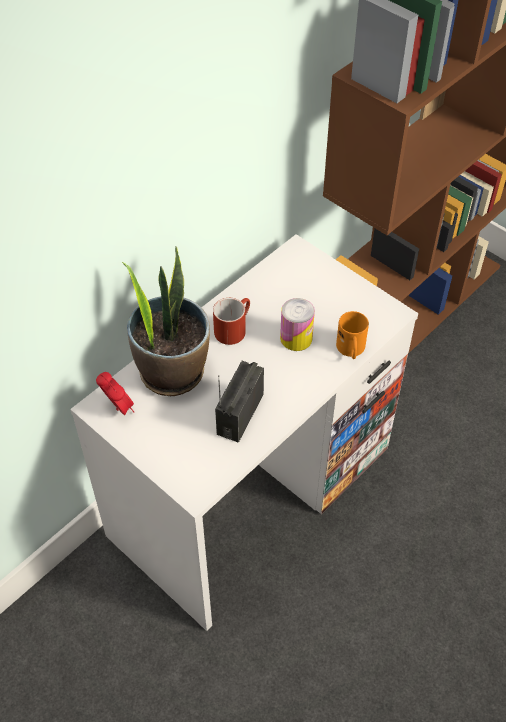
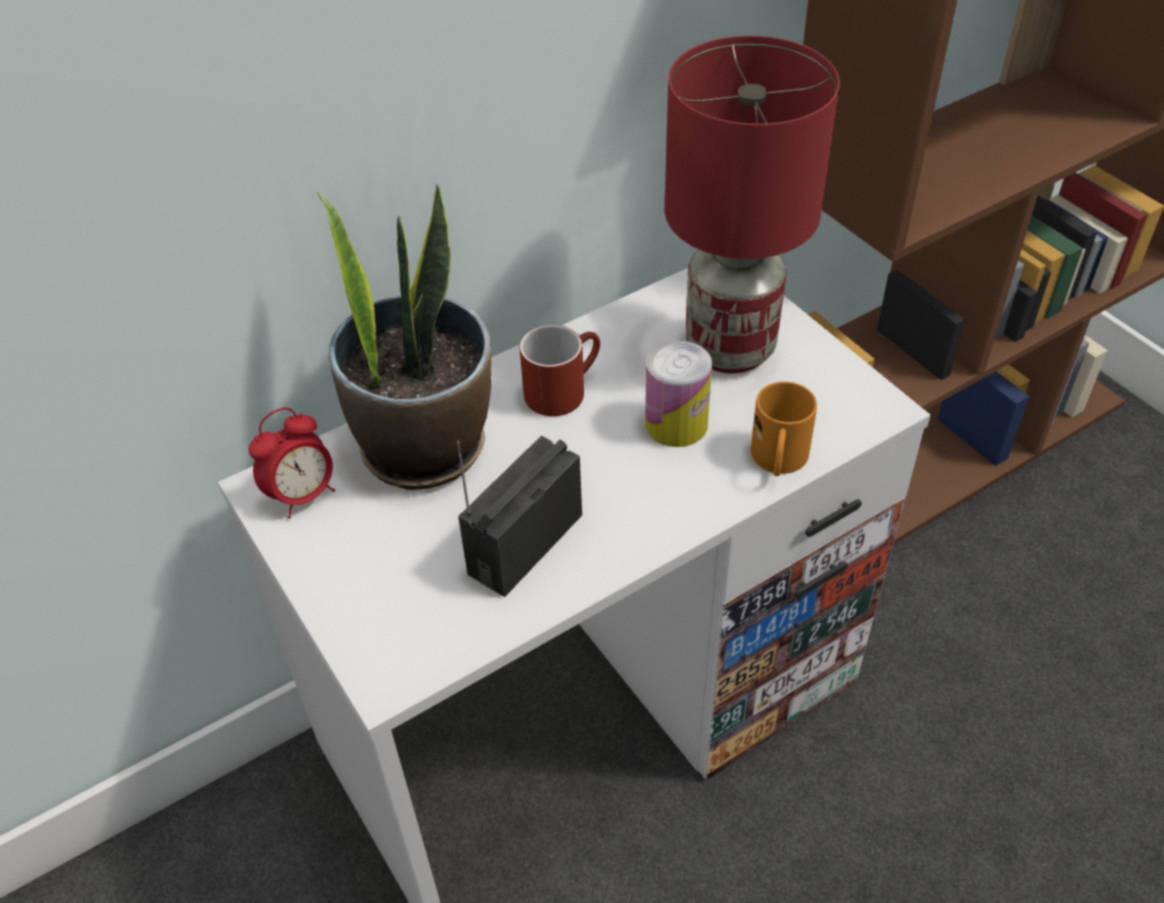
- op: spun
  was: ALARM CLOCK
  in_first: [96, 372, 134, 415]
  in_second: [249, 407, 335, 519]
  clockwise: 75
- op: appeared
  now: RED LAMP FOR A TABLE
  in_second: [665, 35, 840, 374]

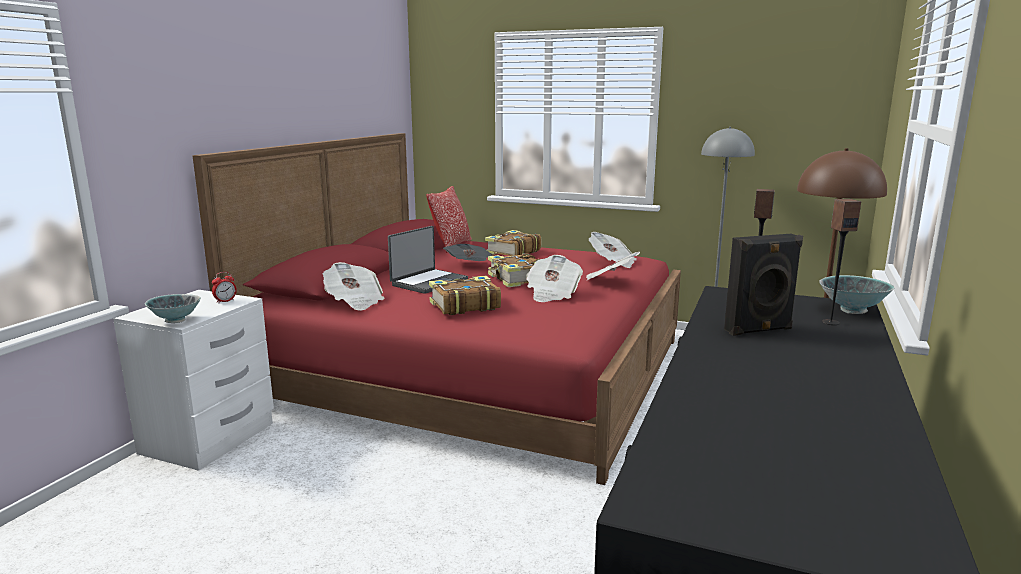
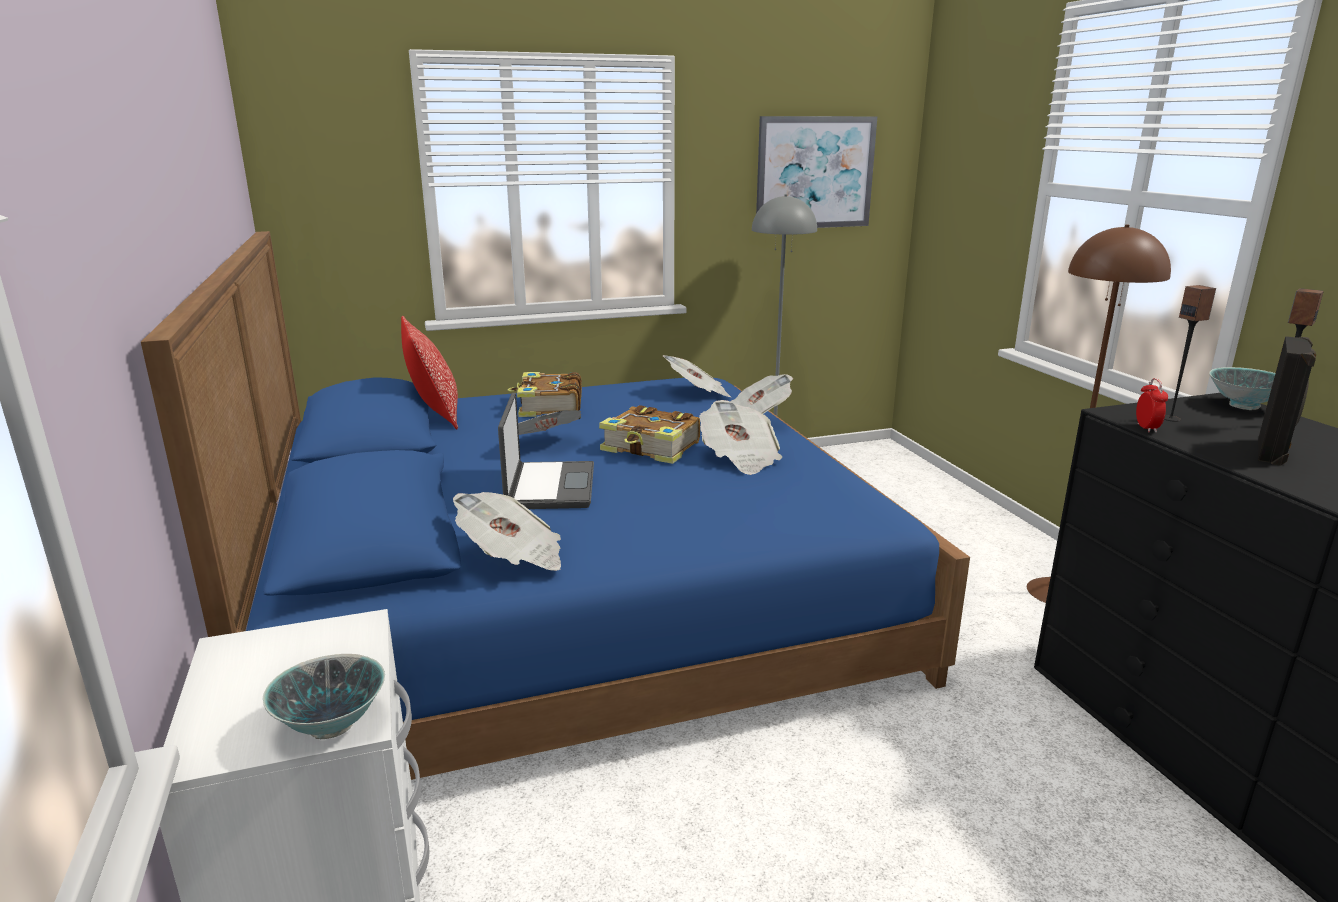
- op: colour
  was: RED SLEEPING BED
  now: BLUE-COLOURED SLEEPING BED
  in_first: [192, 133, 681, 485]
  in_second: [141, 231, 970, 780]
- op: appeared
  now: WALL ART
  in_second: [756, 116, 877, 228]
- op: relocated
  was: ALARM CLOCK
  in_first: [212, 272, 237, 303]
  in_second: [1136, 378, 1168, 433]
- op: missing
  was: BOOK
  in_first: [429, 276, 501, 315]

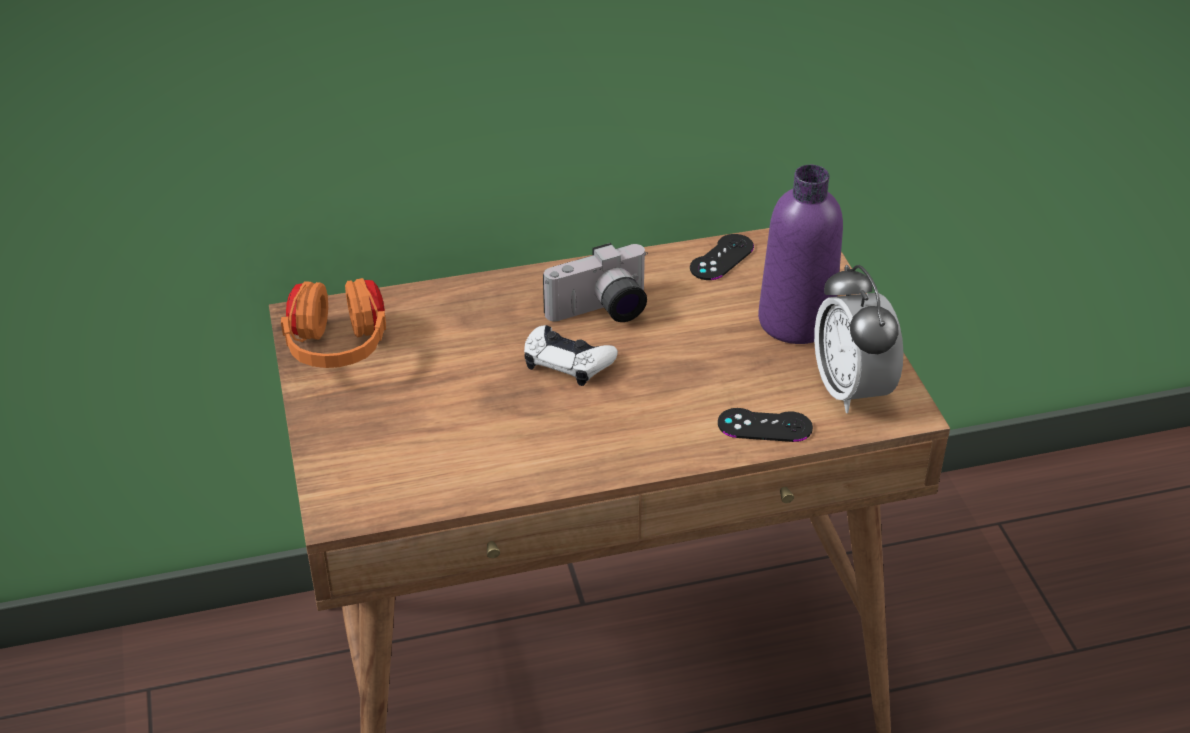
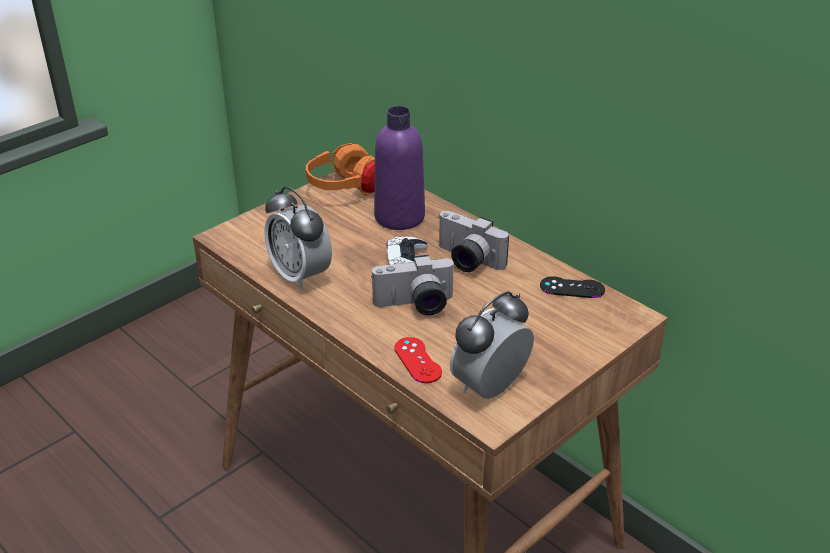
- op: appeared
  now: ALARM CLOCK
  in_second: [264, 186, 332, 290]
- op: appeared
  now: STILL CAMERA
  in_second: [371, 255, 456, 315]
- op: relocated
  was: PURPLE-COLOURED BEVERAGE BOTTLE
  in_first: [758, 165, 843, 344]
  in_second: [374, 106, 425, 230]
- op: colour
  was: BLACK GAMEPAD
  now: RED GAMEPAD
  in_first: [718, 408, 813, 442]
  in_second: [394, 337, 442, 383]

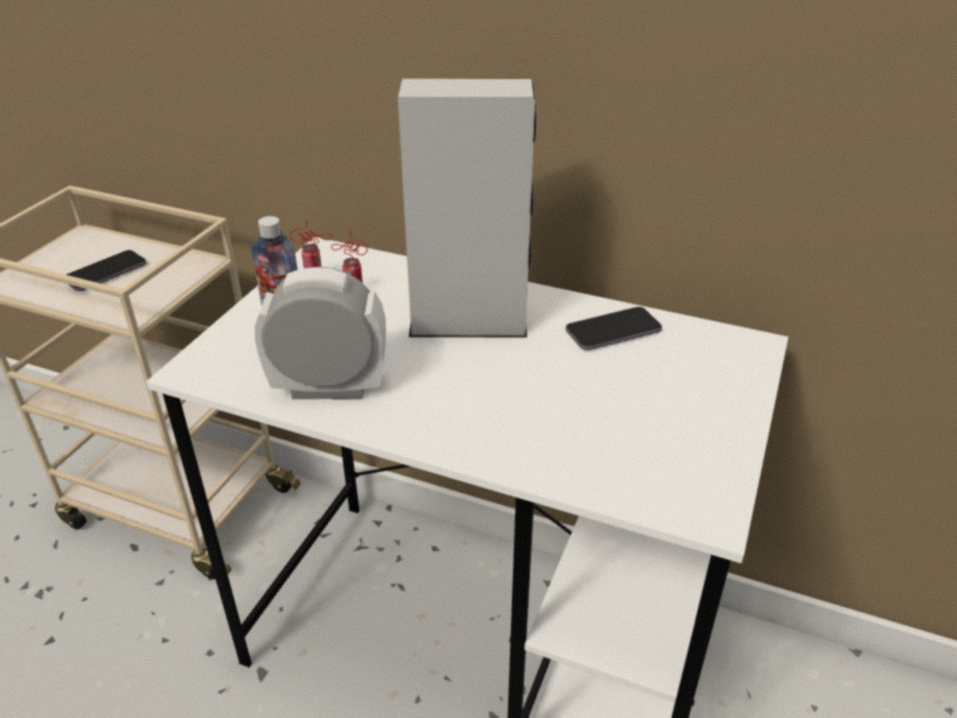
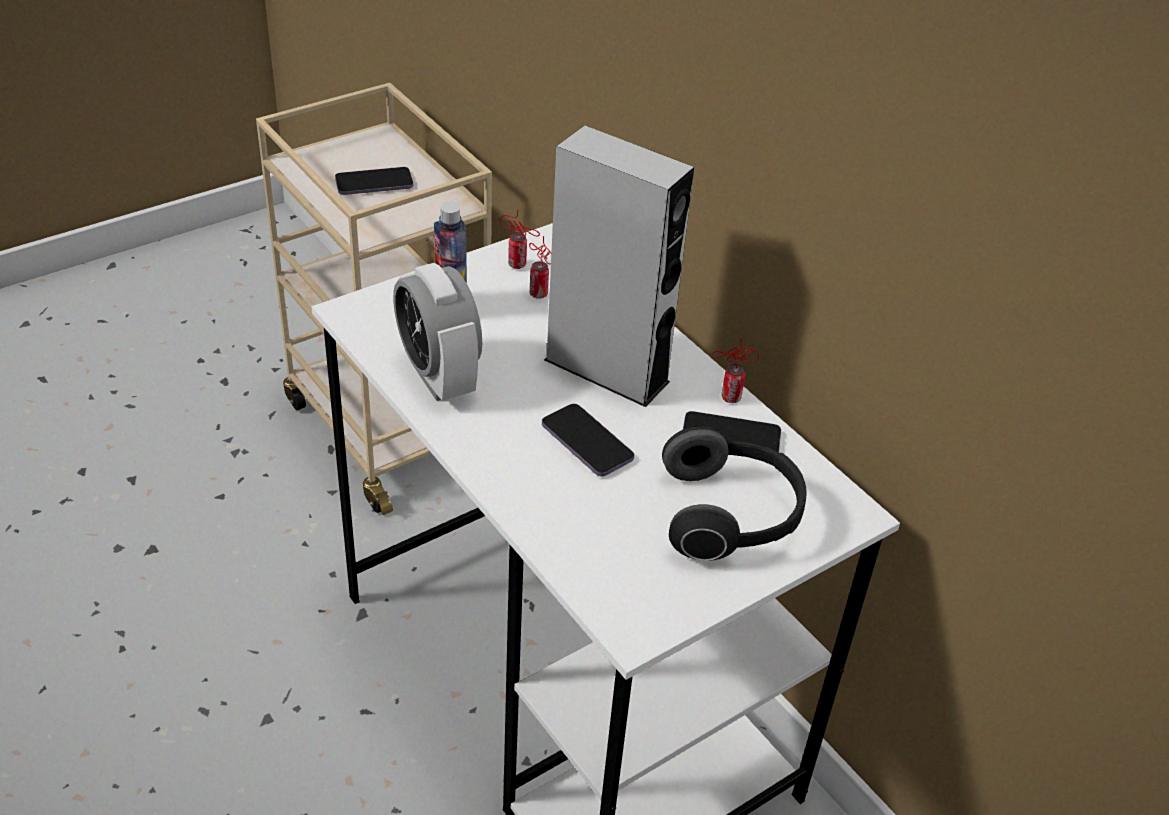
- op: spun
  was: ALARM CLOCK
  in_first: [255, 266, 386, 399]
  in_second: [393, 263, 482, 401]
  clockwise: -150
- op: appeared
  now: TELEPHONE
  in_second: [542, 404, 634, 476]
- op: appeared
  now: HEADSET
  in_second: [662, 426, 807, 561]
- op: appeared
  now: CAN
  in_second: [712, 338, 759, 403]

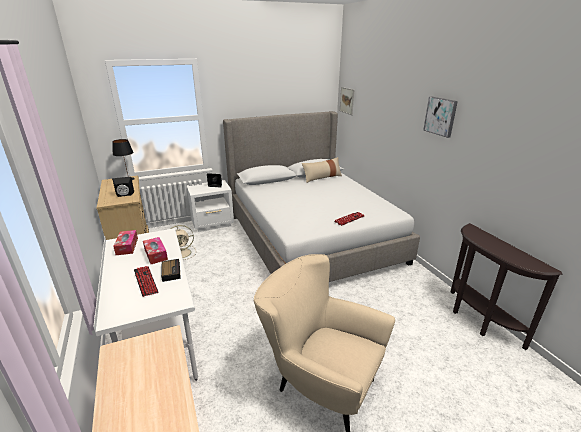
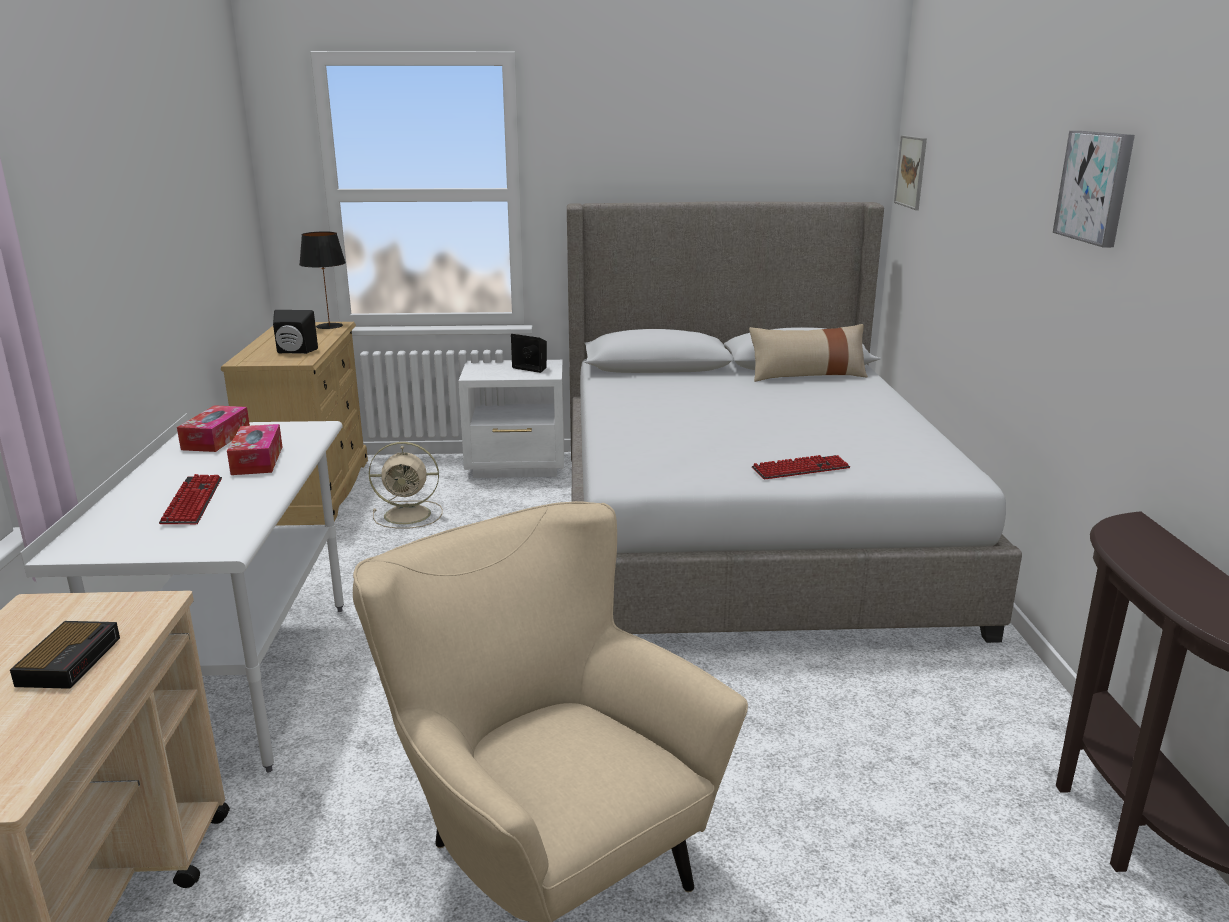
- op: relocated
  was: ALARM CLOCK
  in_first: [161, 259, 181, 282]
  in_second: [10, 621, 120, 689]

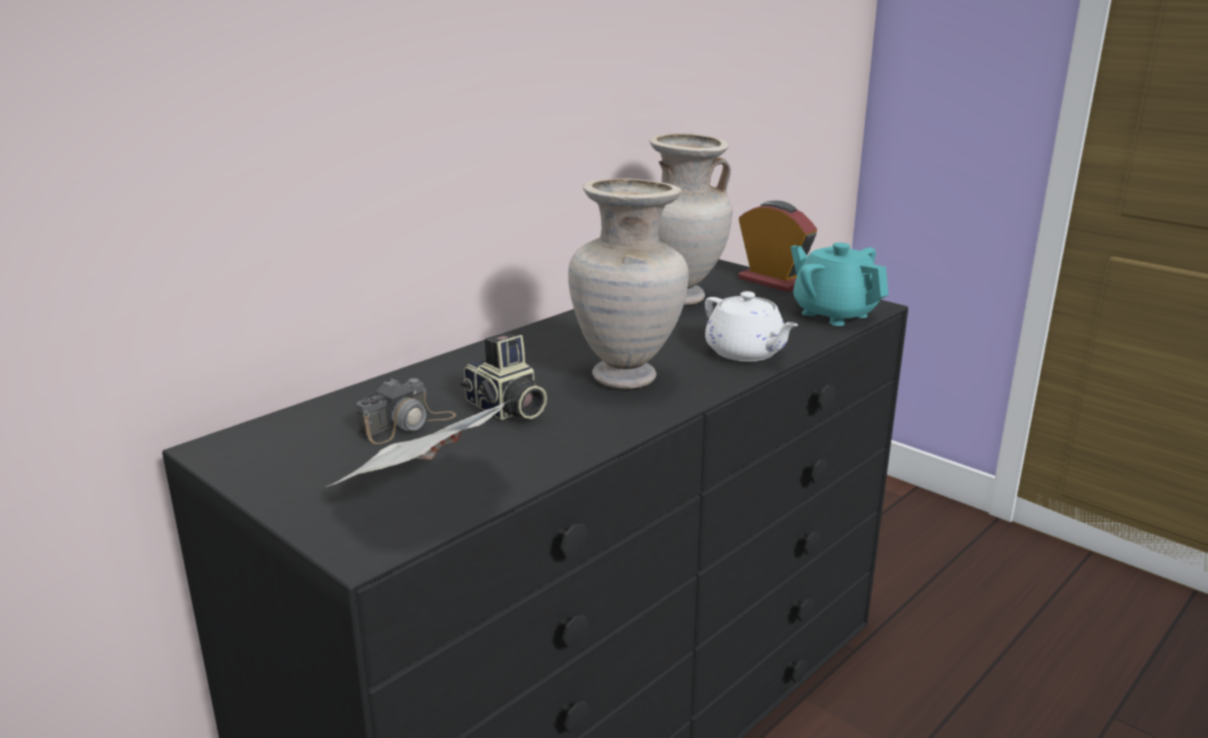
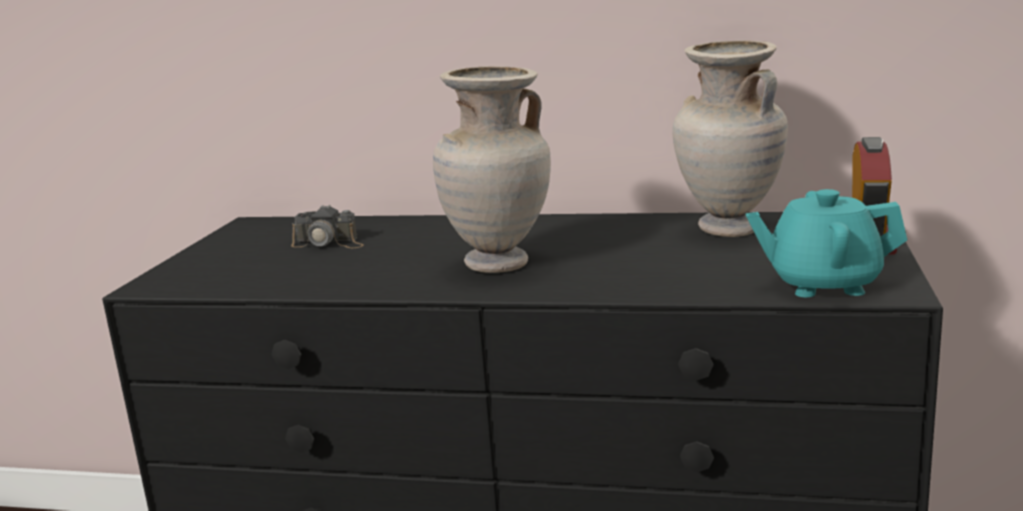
- op: spun
  was: BLUE-GREEN TEAPOT
  in_first: [791, 243, 889, 326]
  in_second: [745, 189, 907, 297]
  clockwise: -105
- op: missing
  was: PRINTED PAPER
  in_first: [326, 398, 516, 487]
- op: missing
  was: STILL CAMERA
  in_first: [461, 333, 547, 420]
- op: missing
  was: WHITISH TEAPOT
  in_first: [705, 291, 798, 362]

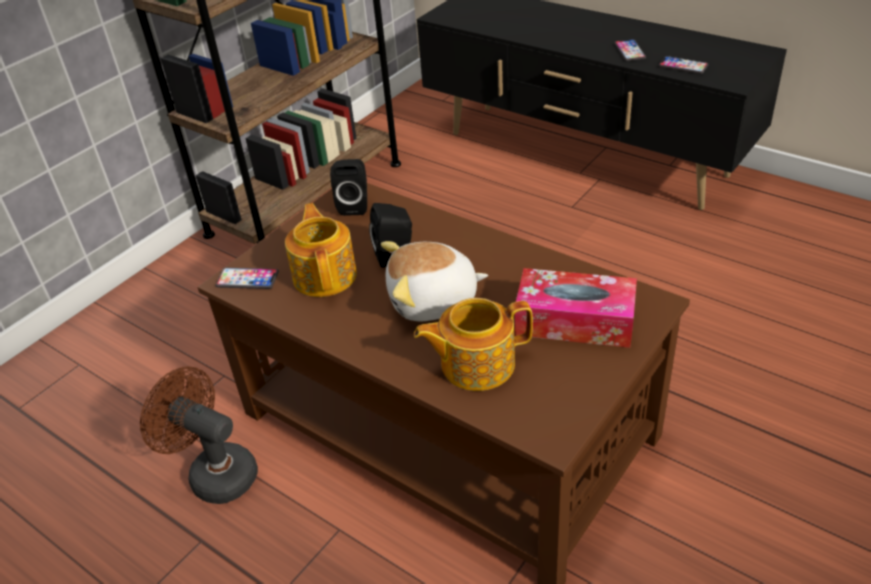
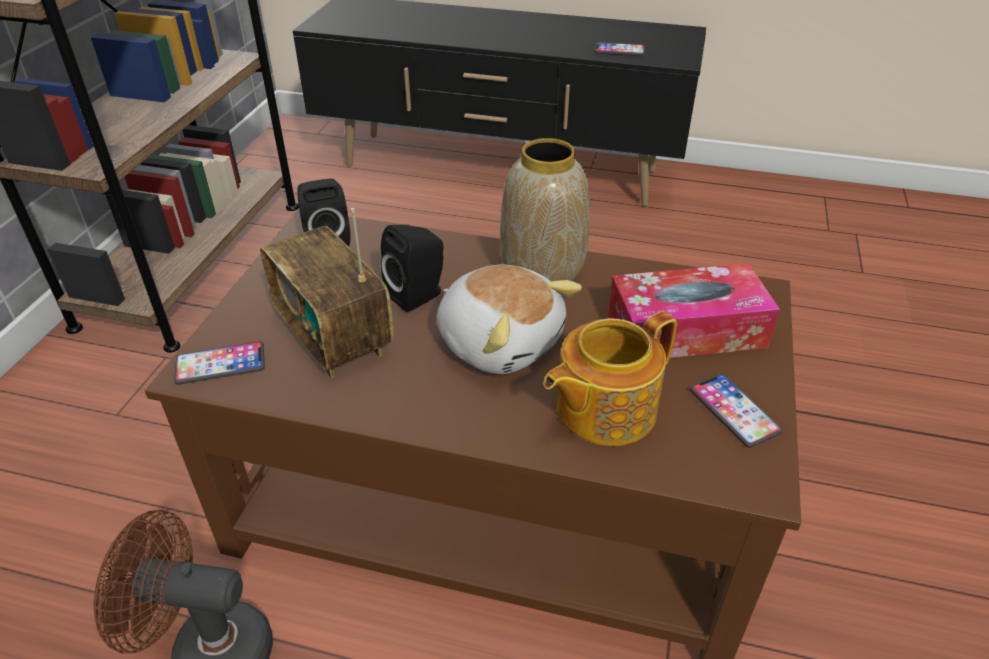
- op: exchanged
  was: TEAPOT
  now: RADIO RECEIVER
  in_first: [285, 203, 357, 297]
  in_second: [260, 208, 394, 378]
- op: spun
  was: CUDDLY TOY
  in_first: [381, 241, 488, 321]
  in_second: [437, 265, 582, 374]
  clockwise: -105
- op: appeared
  now: VASE
  in_second: [500, 138, 590, 282]
- op: relocated
  was: TELEPHONE
  in_first: [614, 39, 646, 61]
  in_second: [690, 374, 783, 448]

